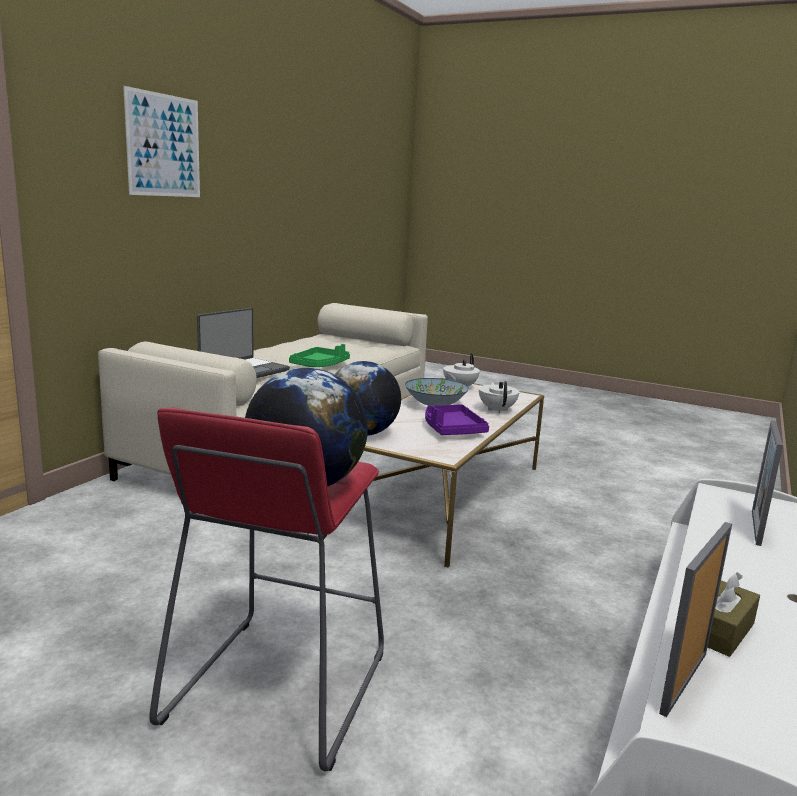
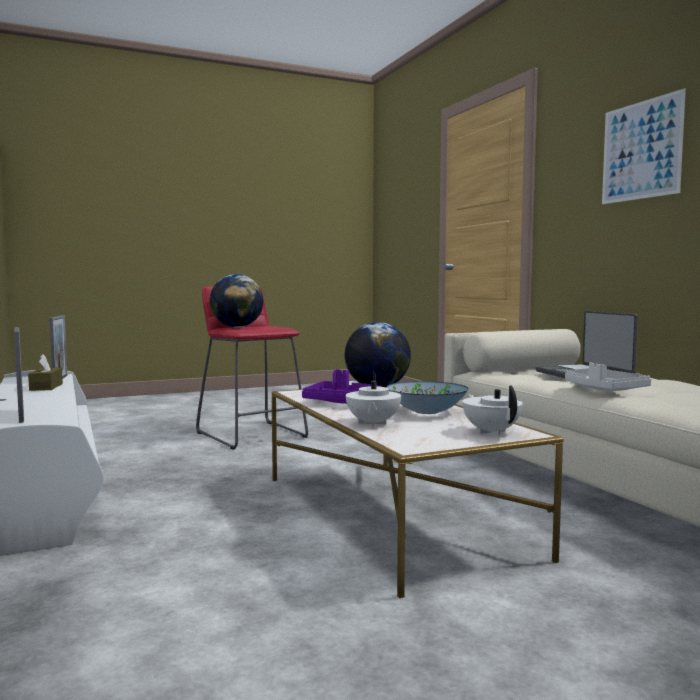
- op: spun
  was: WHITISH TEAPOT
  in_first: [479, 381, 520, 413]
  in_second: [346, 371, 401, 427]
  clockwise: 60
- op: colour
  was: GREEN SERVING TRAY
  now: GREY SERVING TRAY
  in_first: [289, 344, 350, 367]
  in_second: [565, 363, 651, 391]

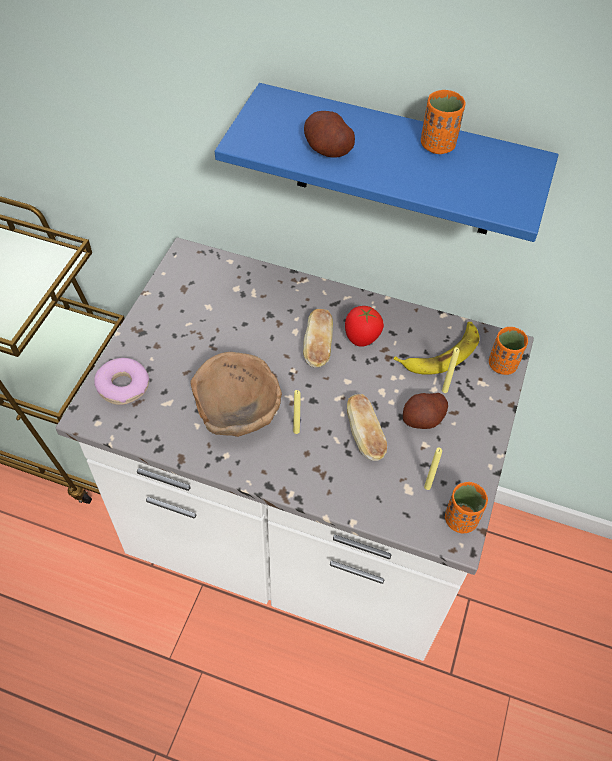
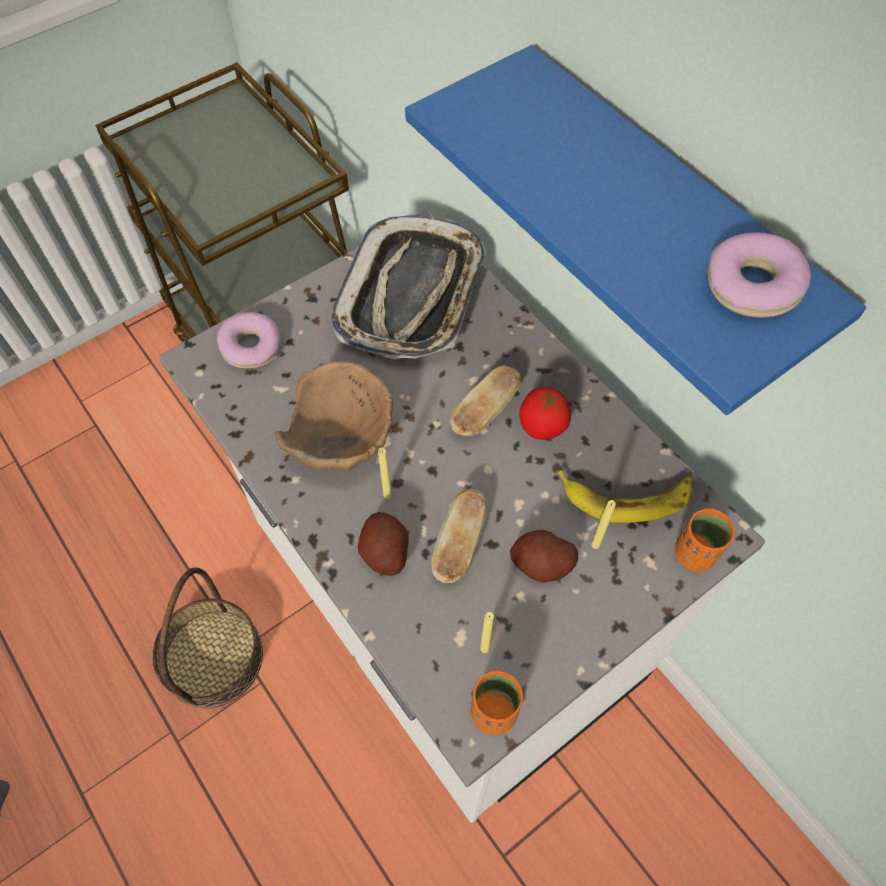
- op: appeared
  now: STORAGE BASKET
  in_second: [153, 567, 263, 708]
- op: appeared
  now: SERVING TRAY
  in_second: [332, 215, 486, 359]
- op: relocated
  was: POTATO
  in_first: [304, 111, 355, 158]
  in_second: [358, 512, 409, 576]
- op: appeared
  now: RING DOUGHNUT
  in_second: [708, 233, 811, 318]
- op: missing
  was: ORANGEY DRINKING CUP
  in_first: [421, 90, 465, 154]

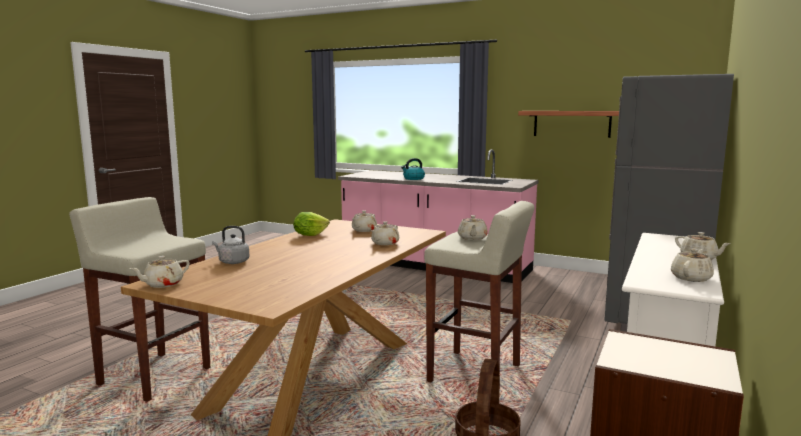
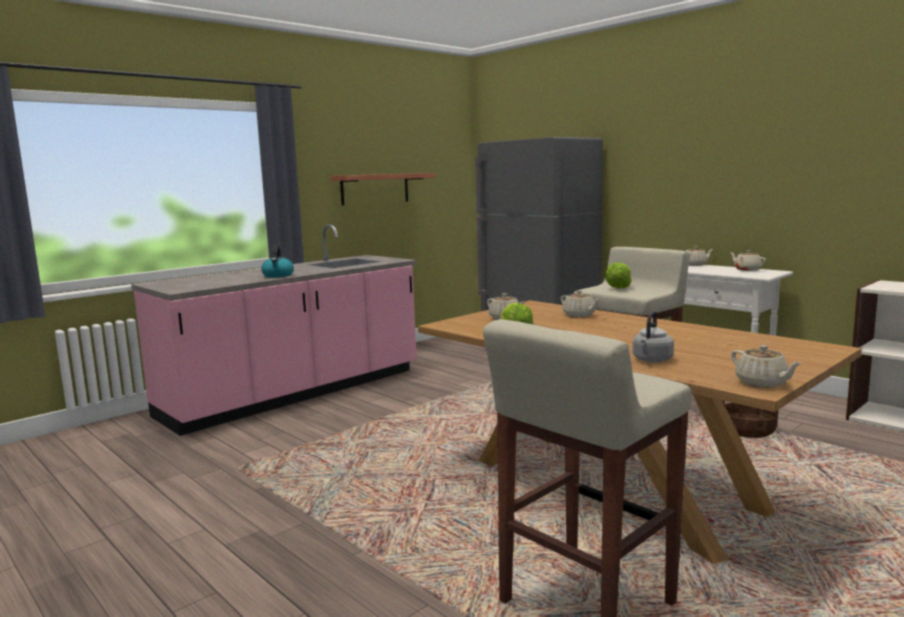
- op: exchanged
  was: SAND-COLOURED TEAPOT
  now: LETTUCE
  in_first: [458, 215, 488, 240]
  in_second: [605, 262, 631, 288]

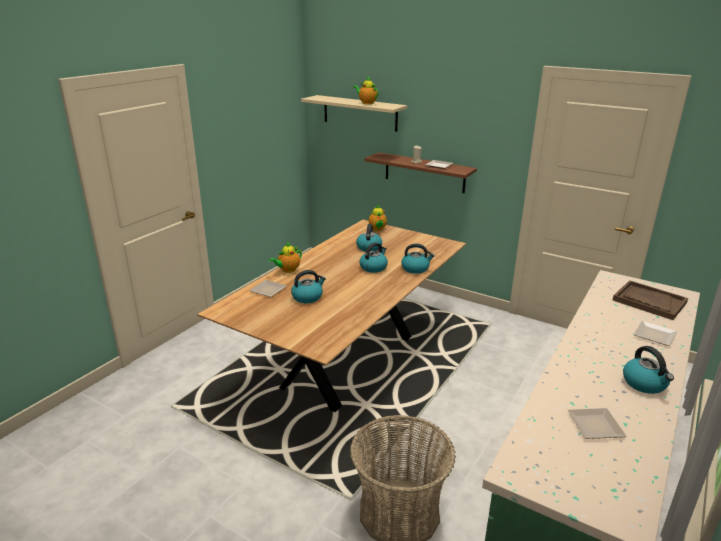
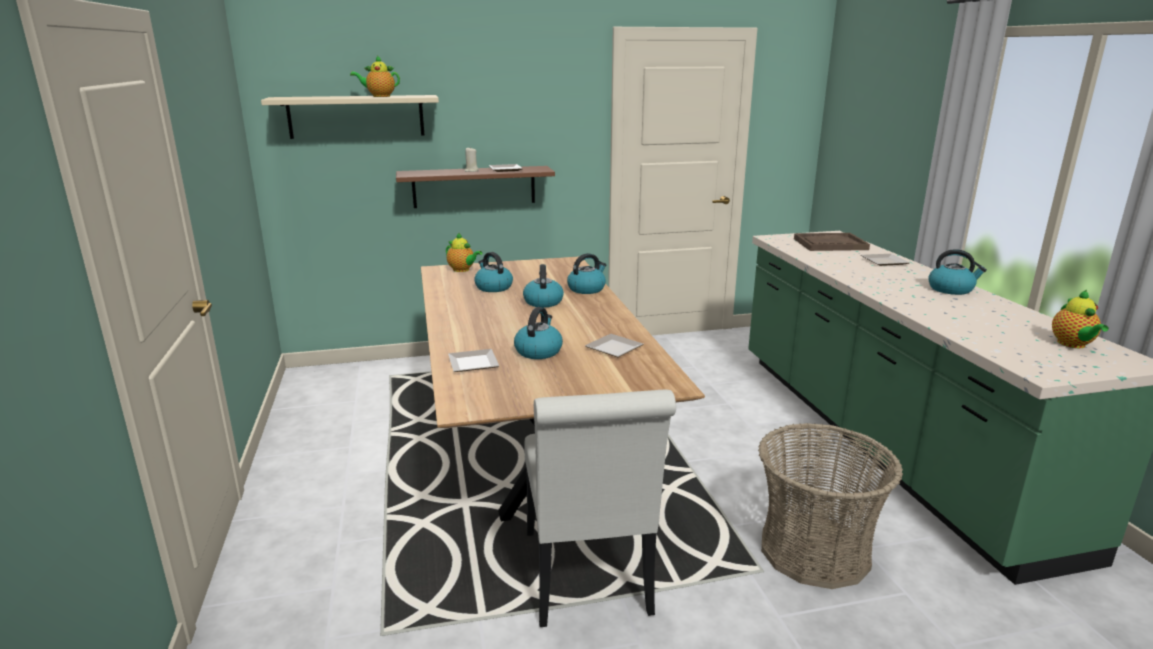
- op: appeared
  now: WHITISH PLAIN CHAIR
  in_second: [525, 389, 676, 627]
- op: relocated
  was: FLAT DISH
  in_first: [568, 408, 627, 439]
  in_second: [585, 334, 644, 357]
- op: relocated
  was: TEAPOT
  in_first: [268, 242, 302, 273]
  in_second: [1052, 290, 1109, 348]

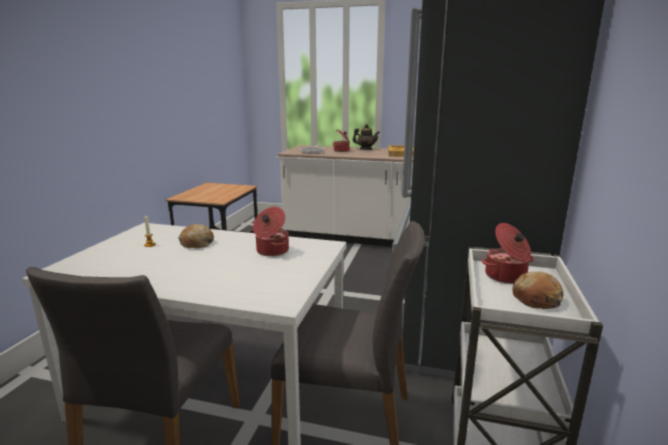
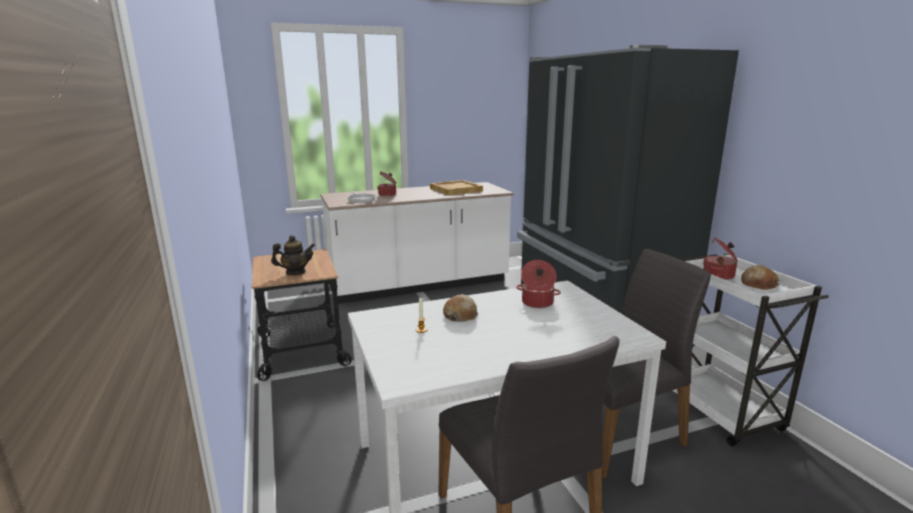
- op: relocated
  was: TEAPOT
  in_first: [353, 124, 380, 150]
  in_second: [271, 235, 315, 275]

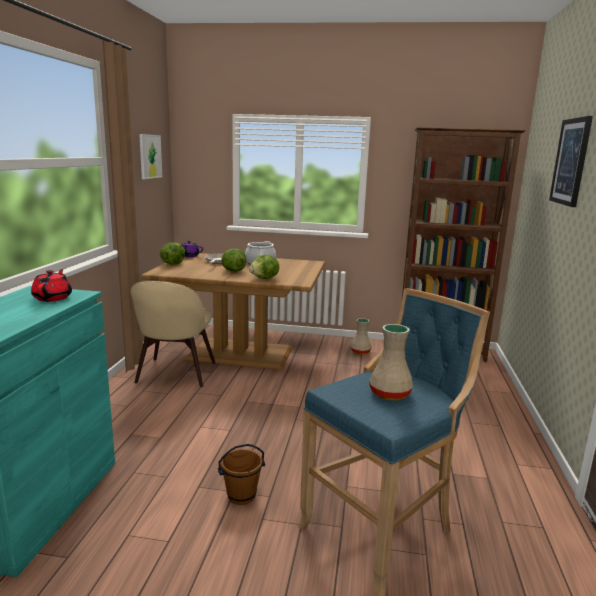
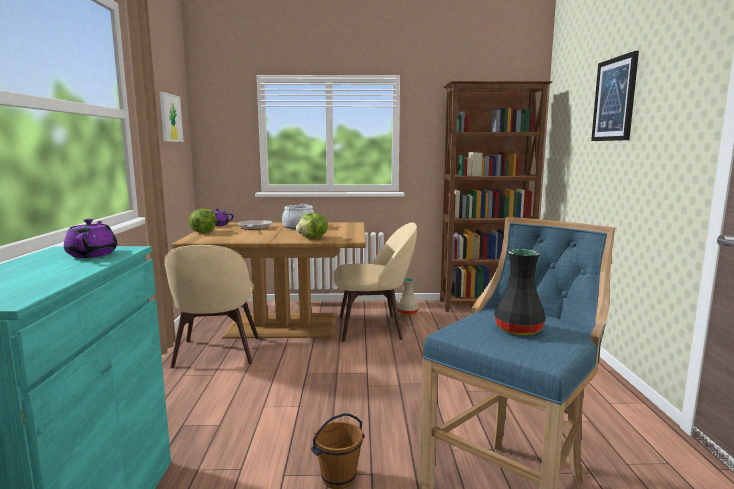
- op: colour
  was: RED TEAPOT
  now: PURPLE-COLOURED TEAPOT
  in_first: [31, 269, 72, 302]
  in_second: [64, 219, 117, 258]
- op: appeared
  now: SAND-COLOURED PLAIN CHAIR
  in_second: [333, 222, 417, 342]
- op: colour
  was: SAND-COLOURED VASE
  now: BLACK VASE
  in_first: [369, 324, 413, 401]
  in_second: [494, 249, 546, 335]
- op: missing
  was: LETTUCE
  in_first: [221, 249, 246, 271]

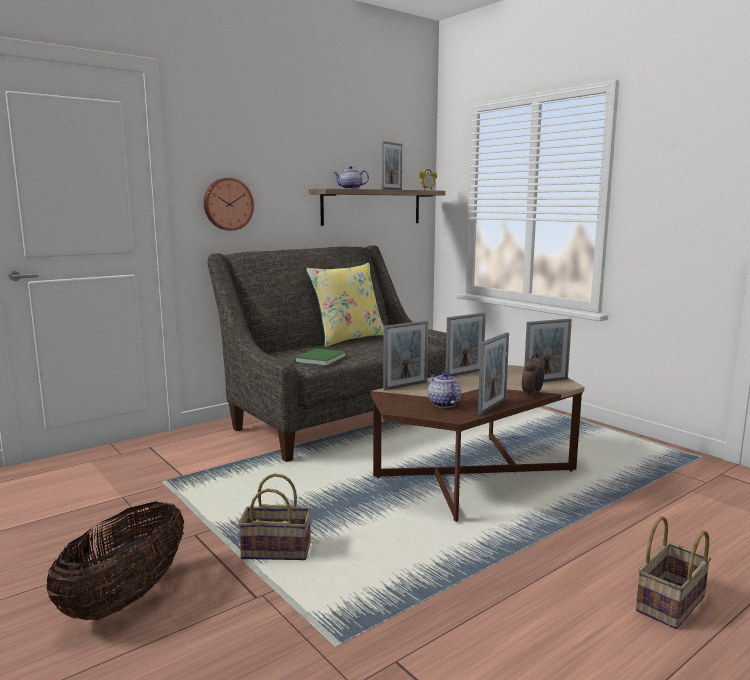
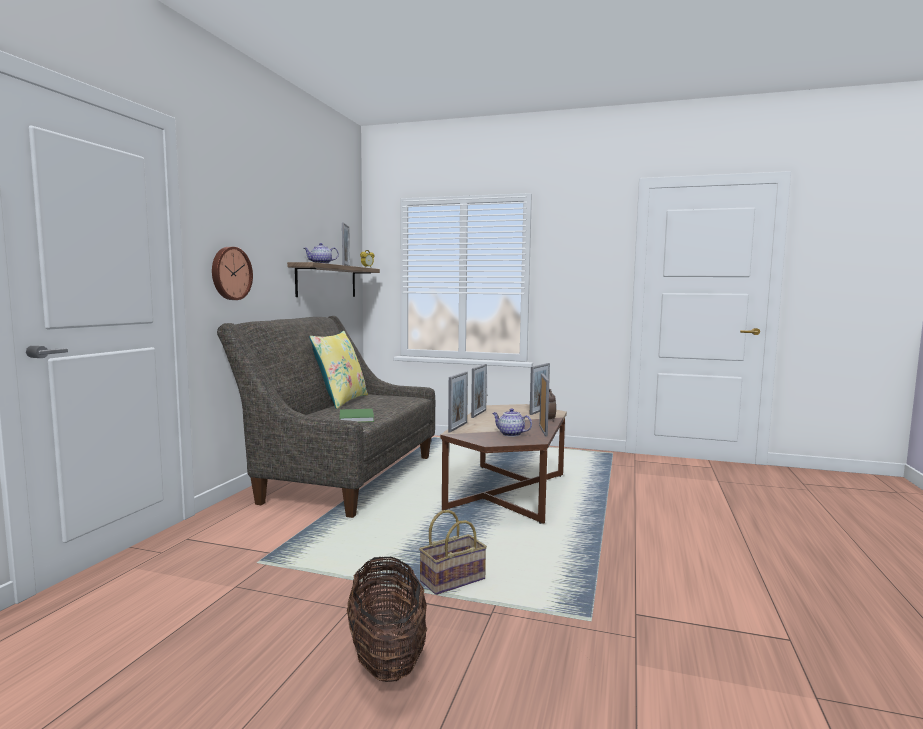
- op: missing
  was: STORAGE BASKET
  in_first: [636, 516, 711, 629]

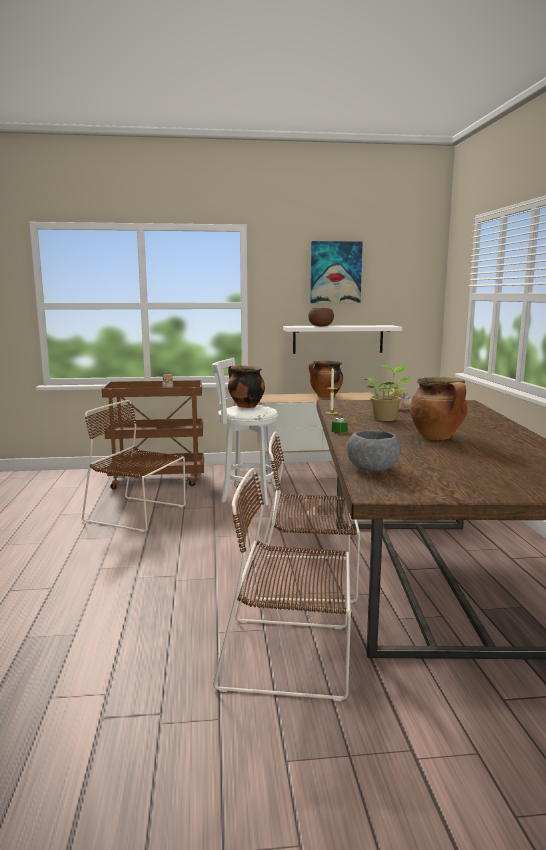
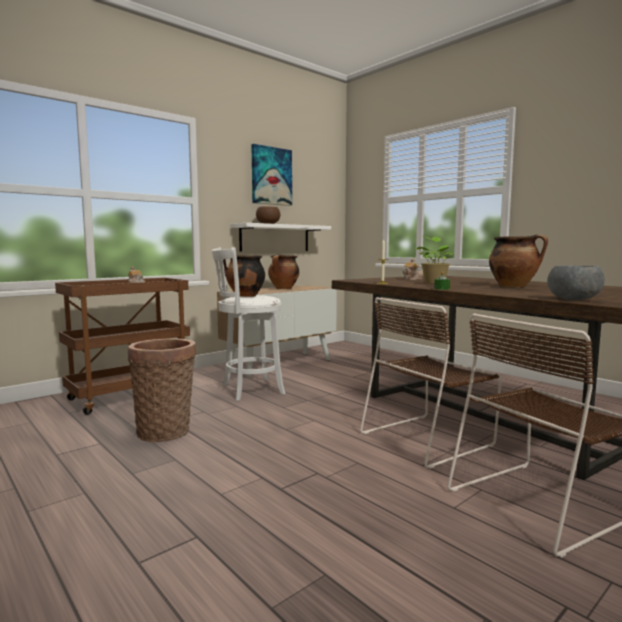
- op: exchanged
  was: BROWN-COLOURED PLAIN CHAIR
  now: STORAGE BASKET
  in_first: [82, 400, 186, 532]
  in_second: [128, 339, 196, 442]

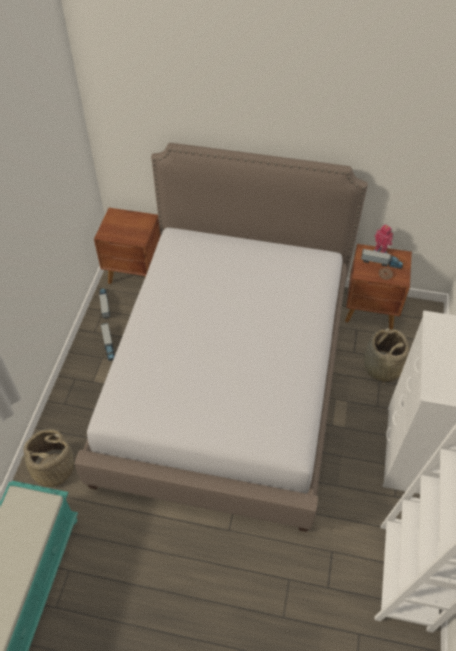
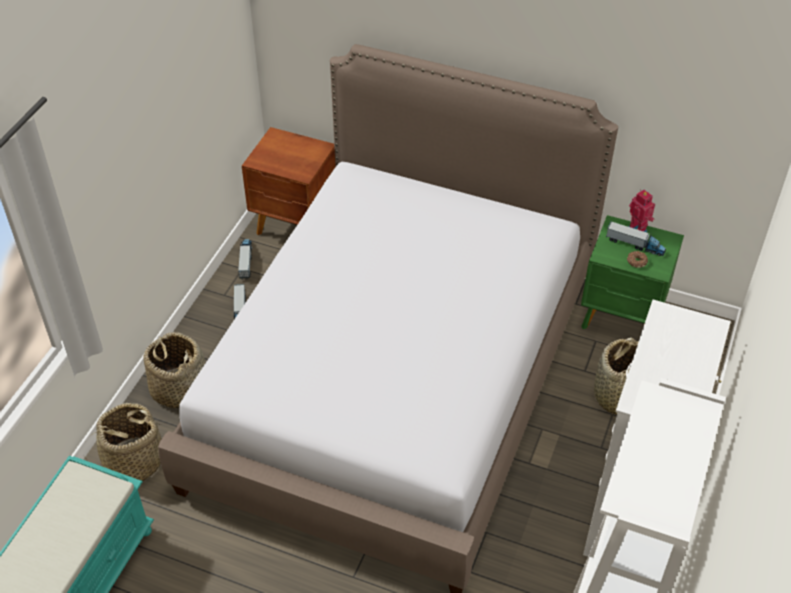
- op: appeared
  now: STORAGE BASKET
  in_second: [144, 332, 205, 408]
- op: colour
  was: BROWN-COLOURED NIGHT TABLE
  now: GREEN NIGHT TABLE
  in_first: [345, 244, 412, 330]
  in_second: [581, 215, 684, 329]

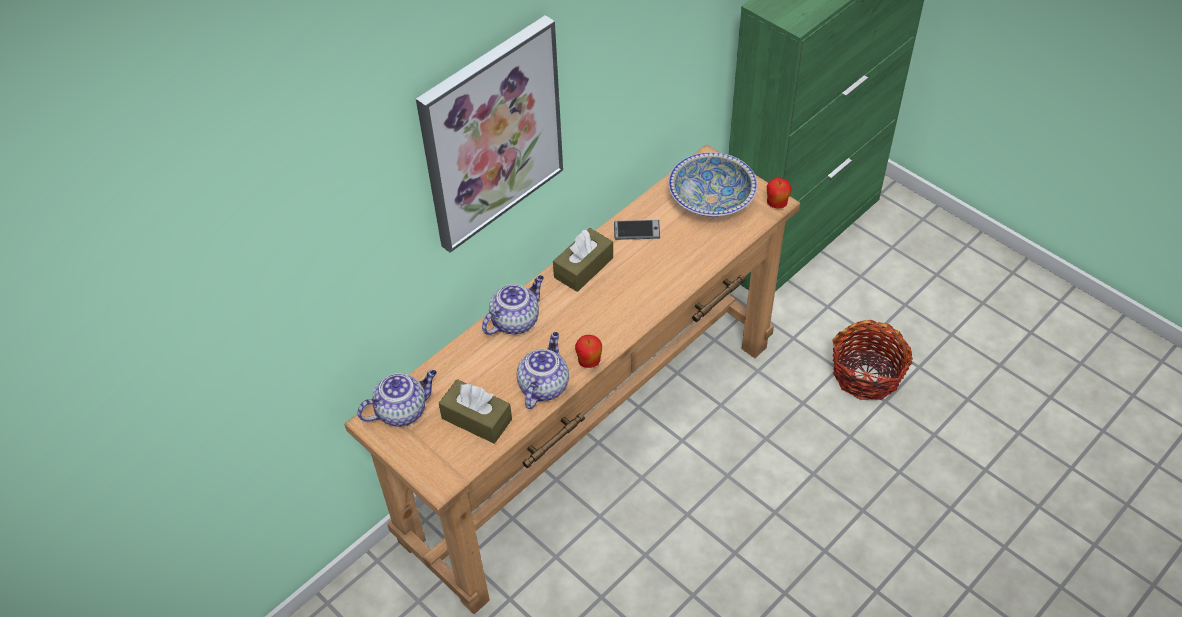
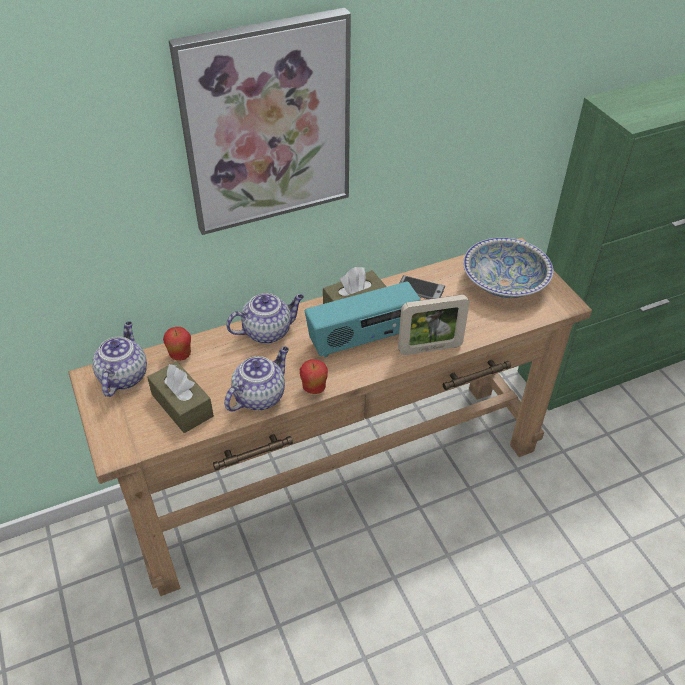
- op: spun
  was: TEAPOT
  in_first: [357, 370, 437, 427]
  in_second: [92, 321, 147, 397]
  clockwise: -75
- op: relocated
  was: APPLE
  in_first: [767, 178, 791, 209]
  in_second: [163, 327, 191, 361]
- op: appeared
  now: RADIO RECEIVER
  in_second: [305, 281, 421, 357]
- op: appeared
  now: PICTURE FRAME
  in_second: [398, 295, 469, 355]
- op: missing
  was: STORAGE BASKET
  in_first: [832, 320, 913, 400]

